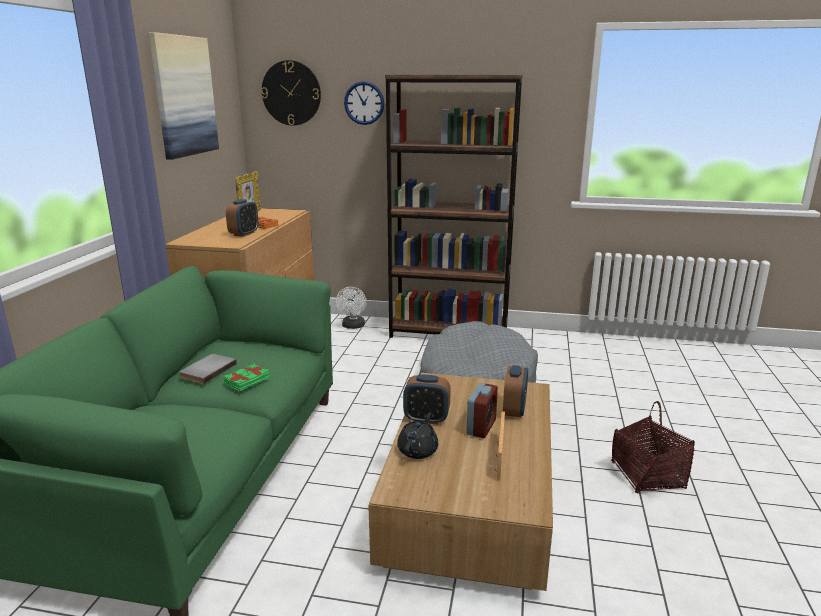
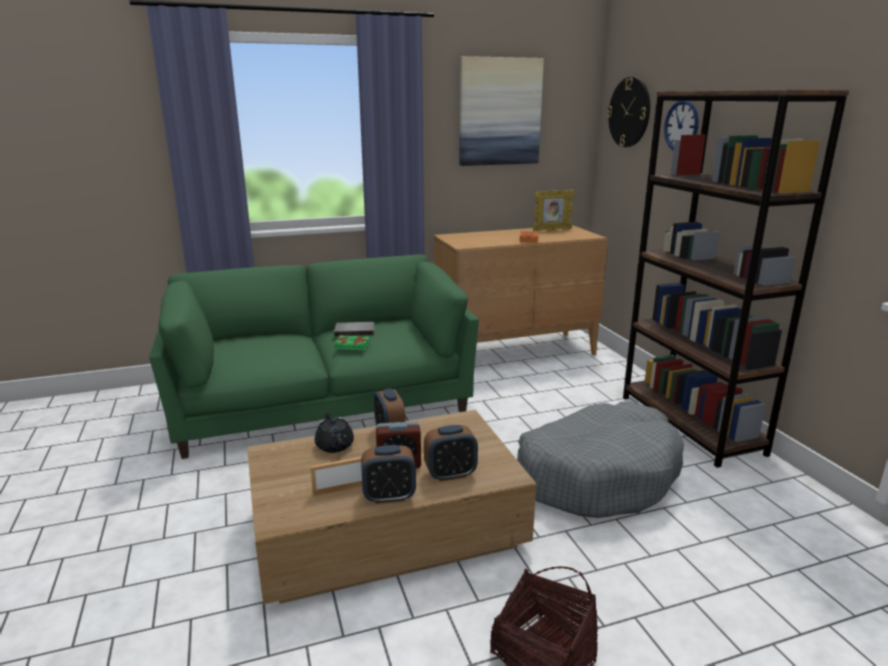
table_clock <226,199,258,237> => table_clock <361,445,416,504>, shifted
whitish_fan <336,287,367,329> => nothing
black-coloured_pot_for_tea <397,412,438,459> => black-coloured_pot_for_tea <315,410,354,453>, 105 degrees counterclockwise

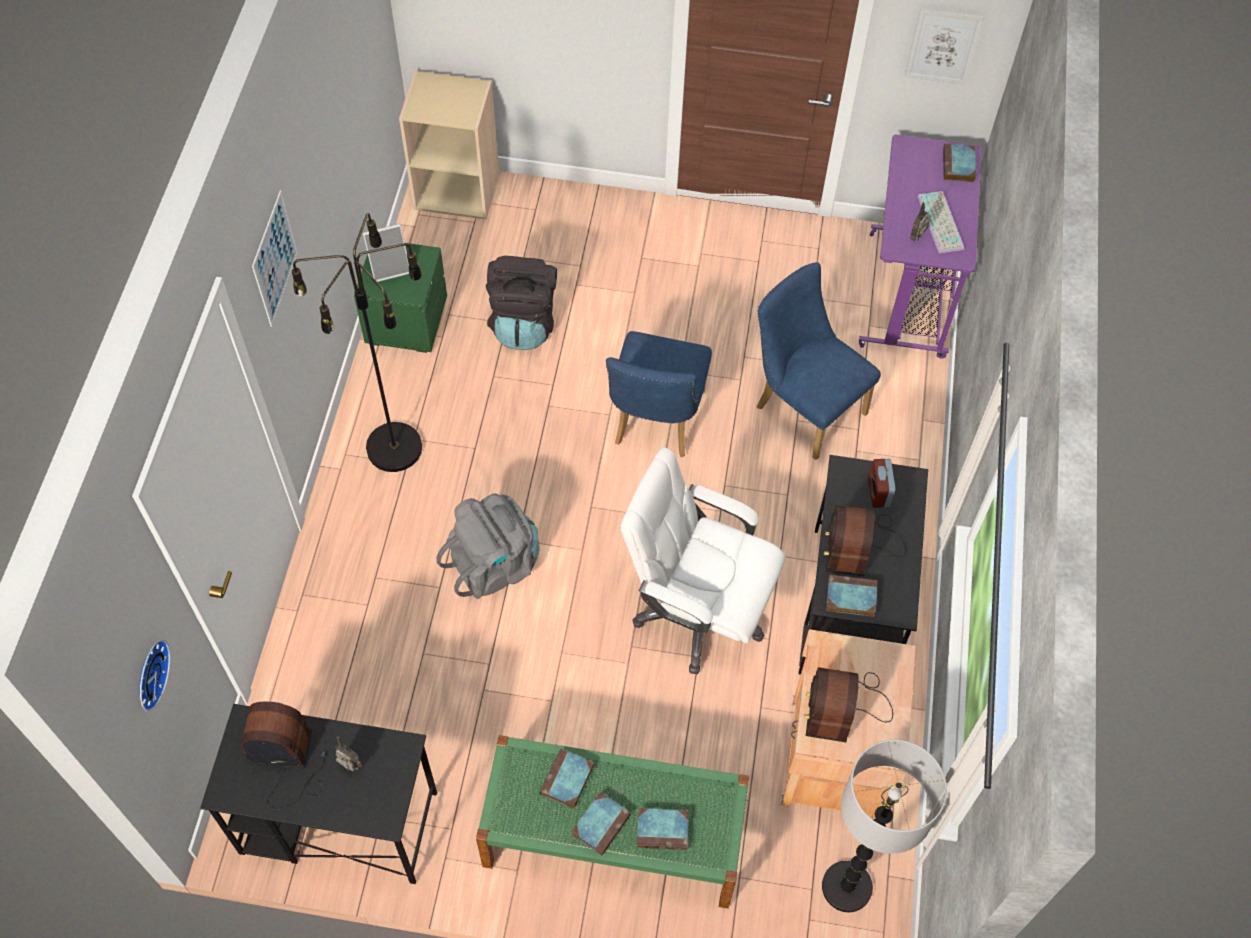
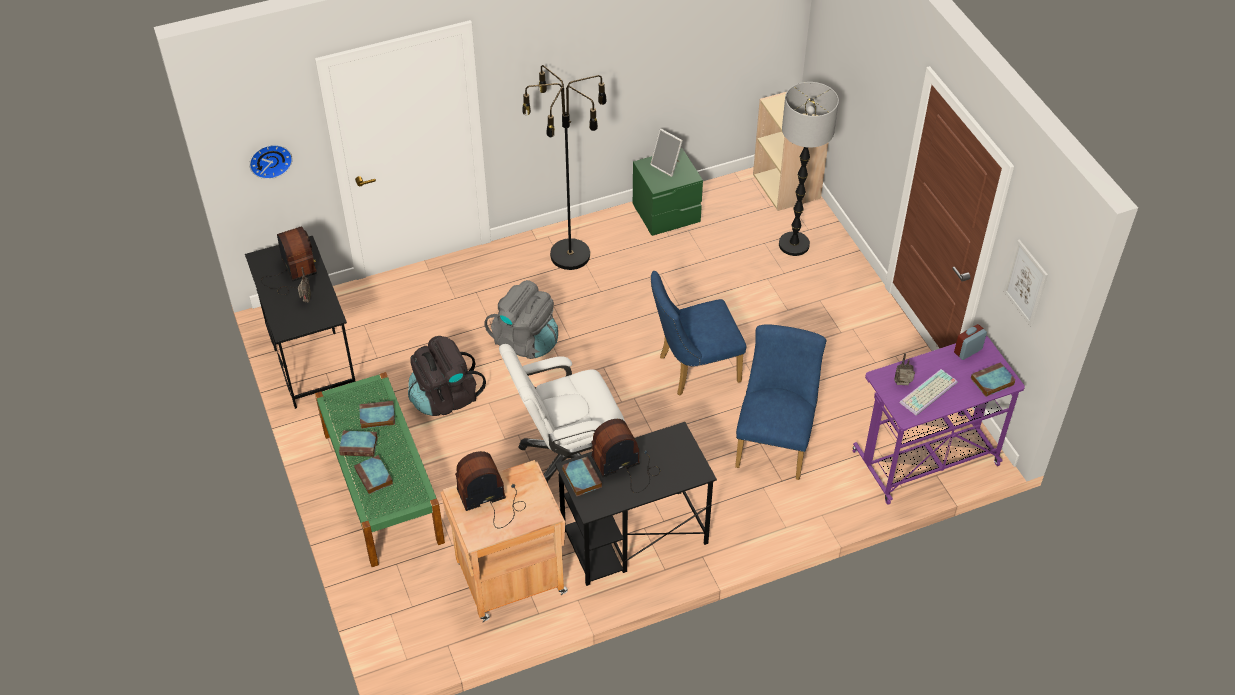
wall_art <252,190,298,327> => nothing
black-coloured_knapsack <486,256,557,350> => black-coloured_knapsack <408,336,486,416>, shifted
whitish_computer_chair <621,447,786,674> => whitish_computer_chair <499,344,625,482>, 105 degrees counterclockwise
standing_lamp <822,740,947,912> => standing_lamp <779,82,839,256>, shifted
table_clock <868,459,896,508> => table_clock <954,324,987,360>, shifted

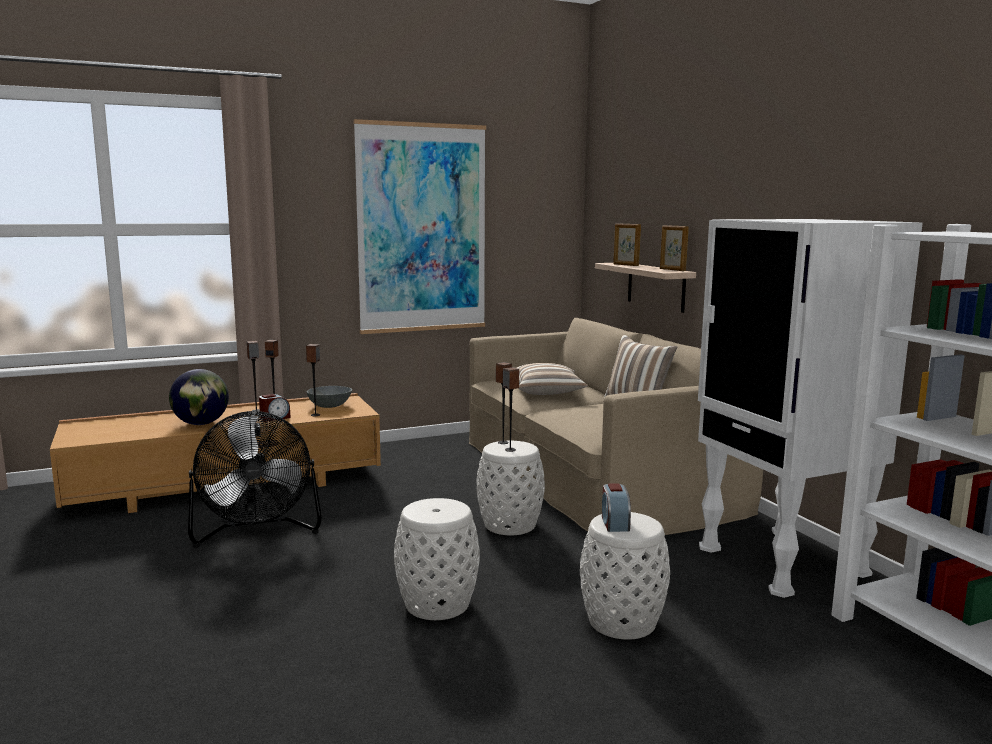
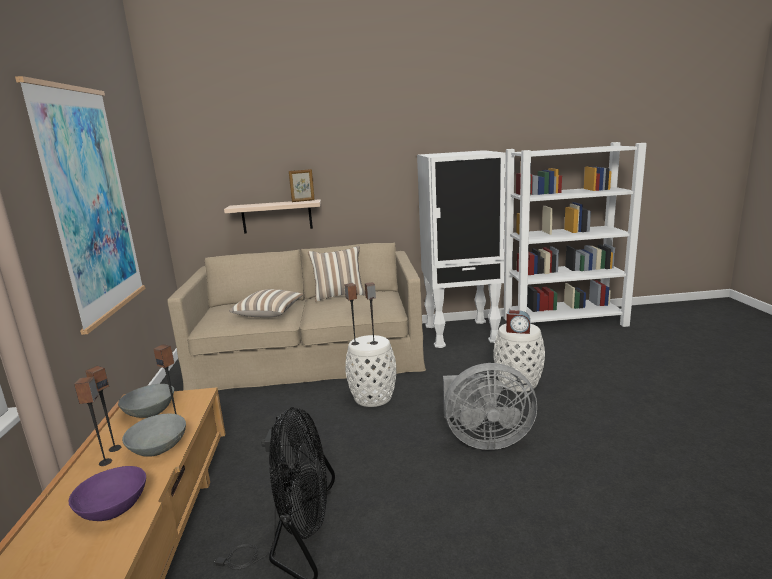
world_globe <169,369,229,425> => purple-coloured_bowl <68,466,146,521>
table_clock <259,394,291,422> => gray_bowl <122,414,186,457>
whitish_stool_seat <394,498,480,620> => gray_fan <443,363,537,450>
photo_frame <613,223,641,266> => nothing

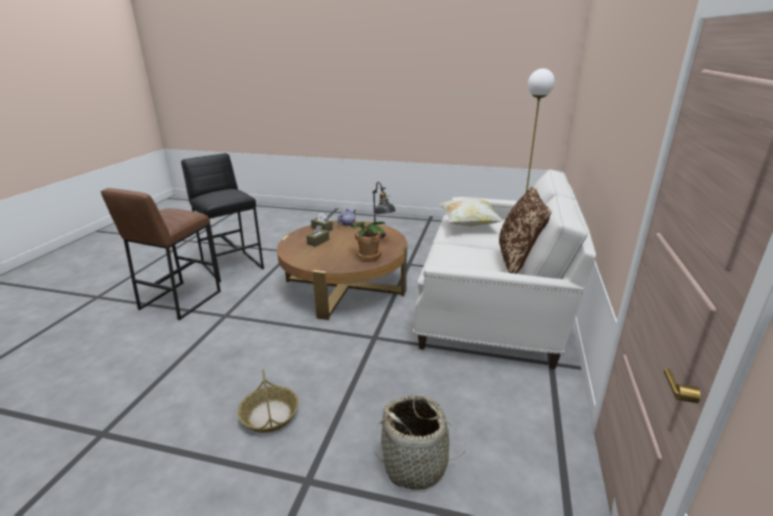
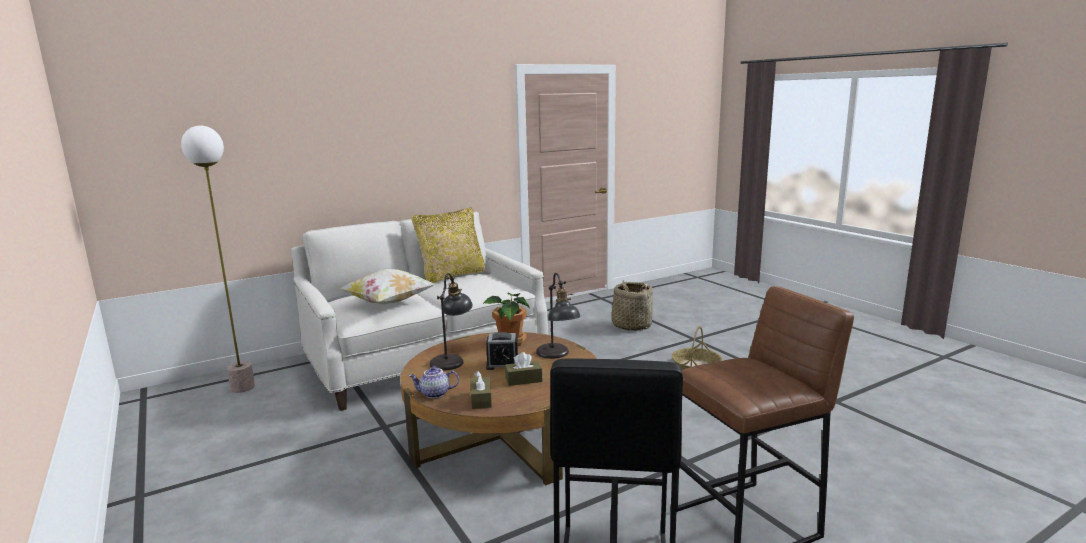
brown_cushion <499,186,551,274> => yellow-coloured_cushion <411,207,485,283>
nothing => table_clock <486,332,518,370>
nothing => gray_tabletop_lamp <536,273,581,359>

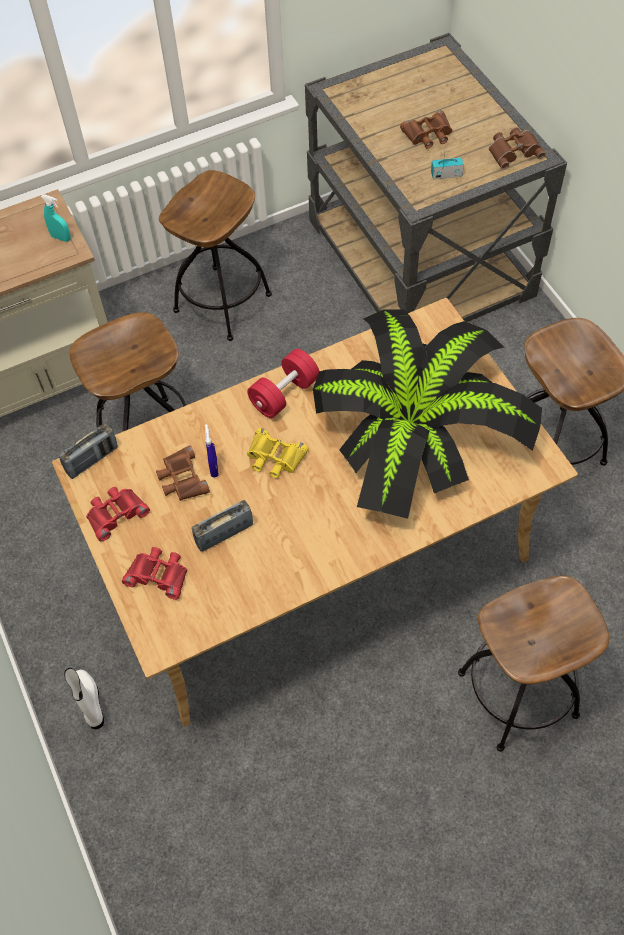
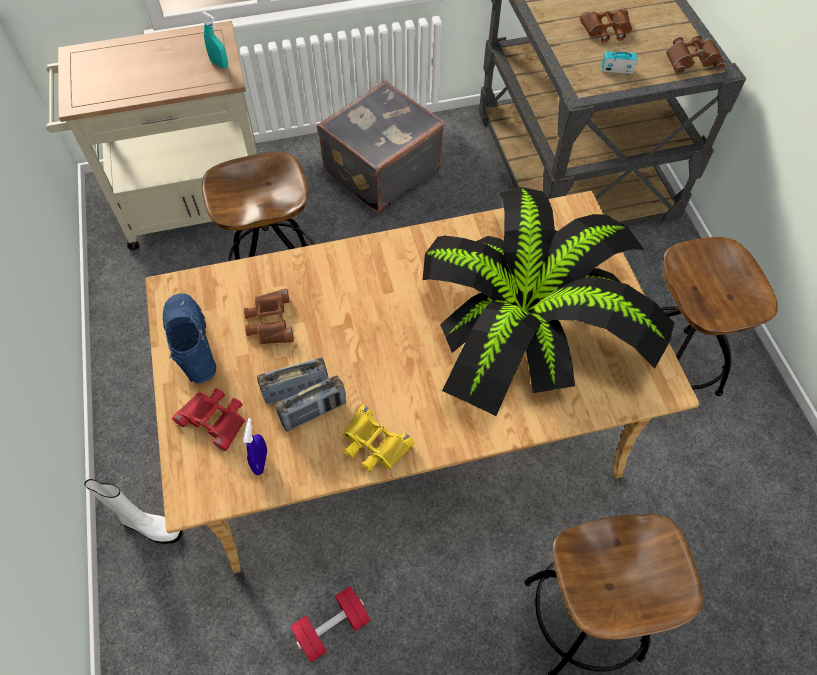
radio <59,423,118,479> => radio <276,375,346,432>, shifted
whitish_boot <64,668,104,729> => whitish_boot <84,479,183,544>, 120 degrees clockwise
red-coloured_field_glasses <86,487,150,541> => blue_boot <163,293,216,383>
brown_stool_seat <159,170,272,341> => gray_suitcase <317,81,445,214>
blue_hand_sprayer <205,424,219,478> => blue_hand_sprayer <243,418,267,475>, shifted
red-coloured_hand_weight <247,349,319,418> => red-coloured_hand_weight <291,586,371,662>, shifted
yellow-coloured_field_glasses <247,428,309,478> => yellow-coloured_field_glasses <342,405,415,472>, shifted

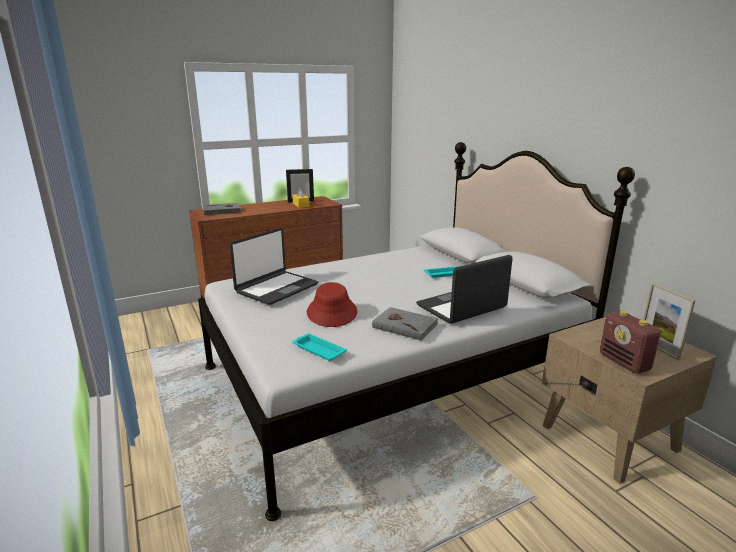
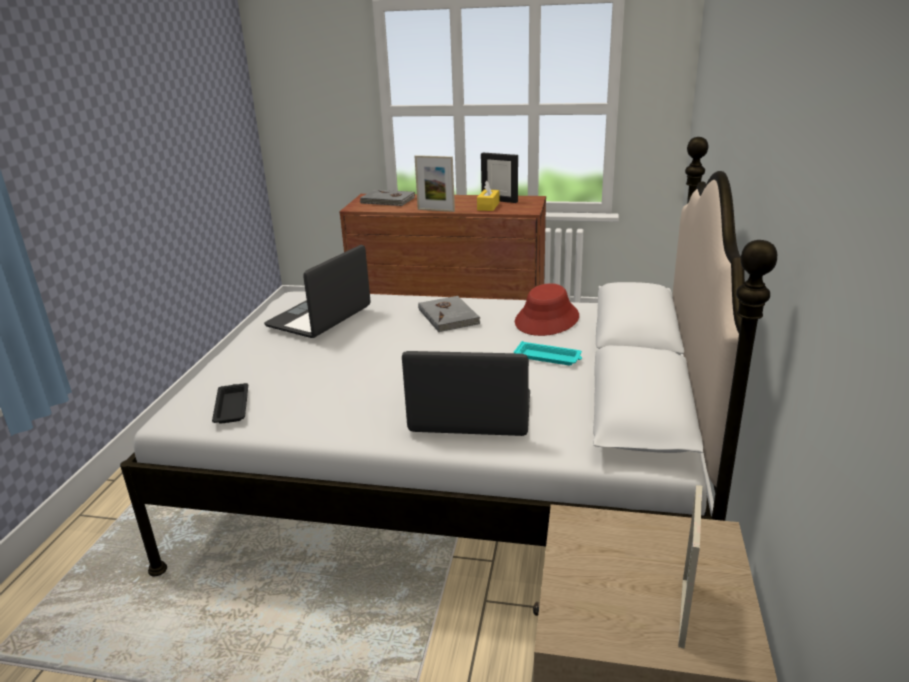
laptop <229,228,318,305> => laptop <264,245,371,338>, 135 degrees clockwise
turquoise_tray <292,334,347,361> => black-coloured_tray <212,383,248,424>
red-coloured_hat <307,282,357,327> => red-coloured_hat <515,283,579,336>, shifted
gray_bound_book <372,307,438,341> => gray_bound_book <418,296,480,332>, shifted
radio <600,311,660,374> => nothing
nothing => photo_frame <414,155,455,212>

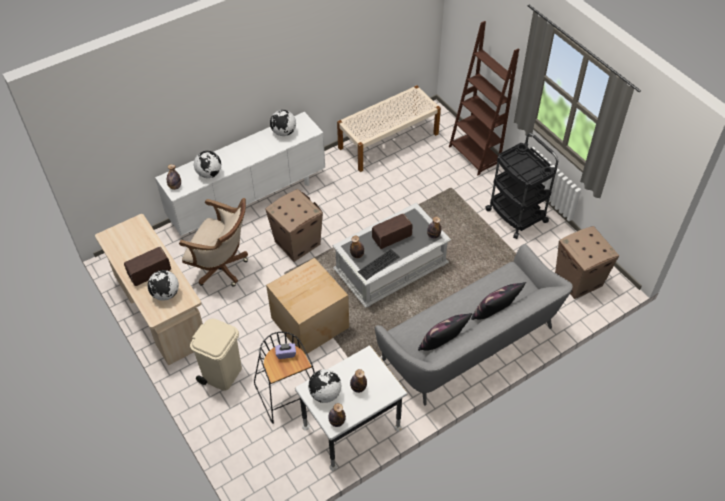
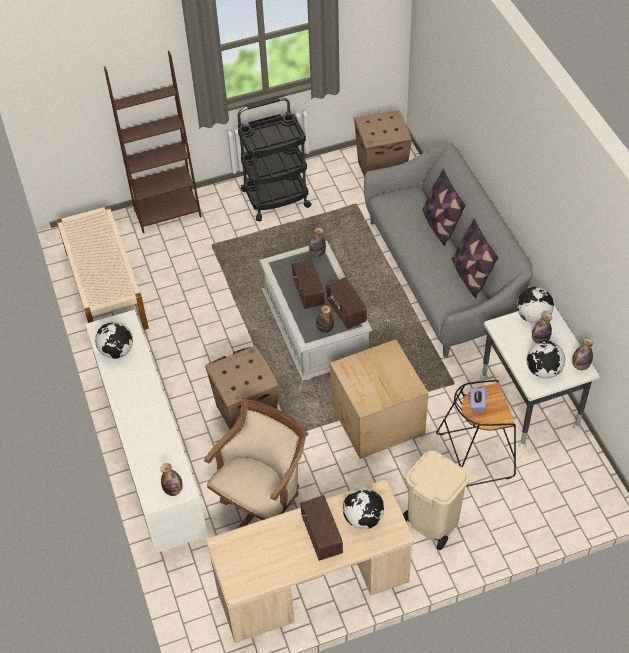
world_globe <194,151,221,178> => world_globe <517,287,554,323>, shifted
keyboard <358,249,400,280> => radio <326,277,367,329>

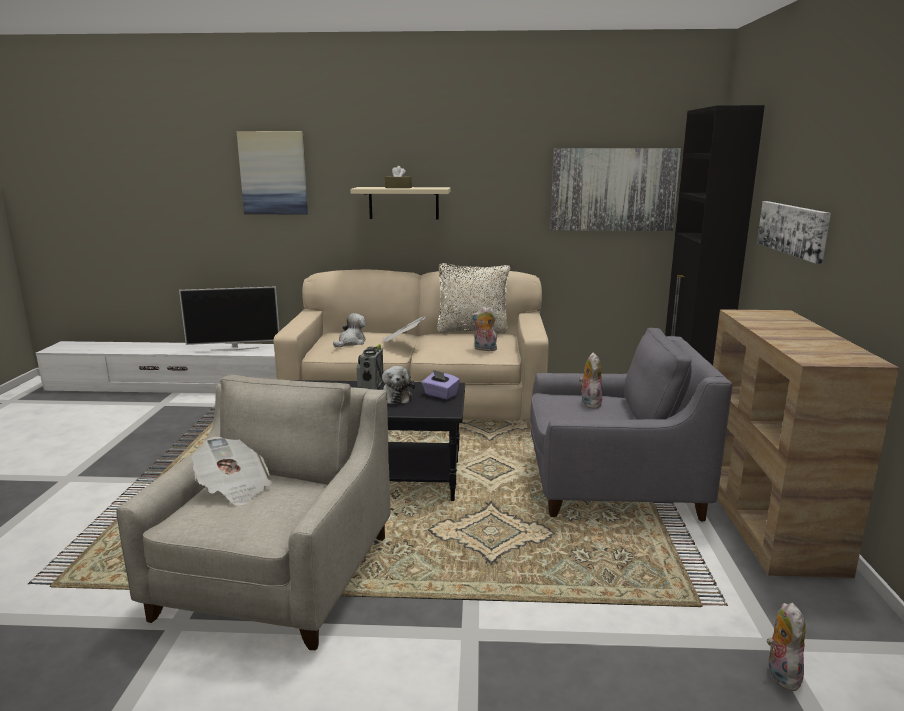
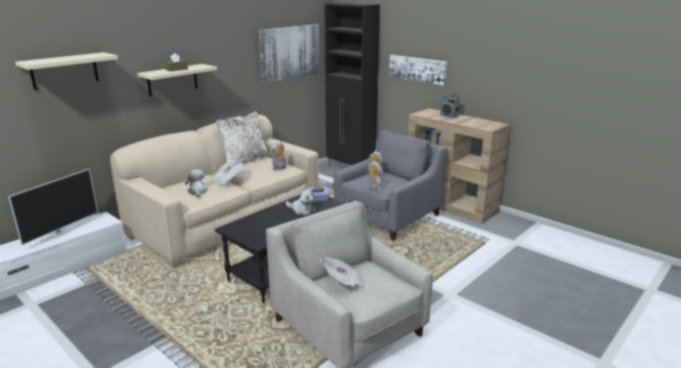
wall_art <237,131,308,214> => beige_shelf <15,52,118,90>
radio <357,344,383,390> => radio <440,92,460,118>, shifted
cuddly_toy <767,603,806,691> => cuddly_toy <368,161,382,192>, shifted

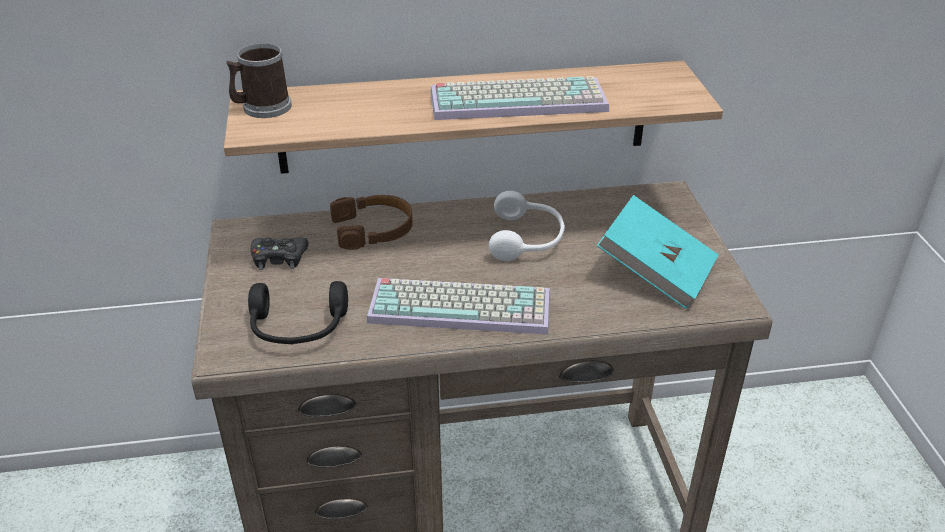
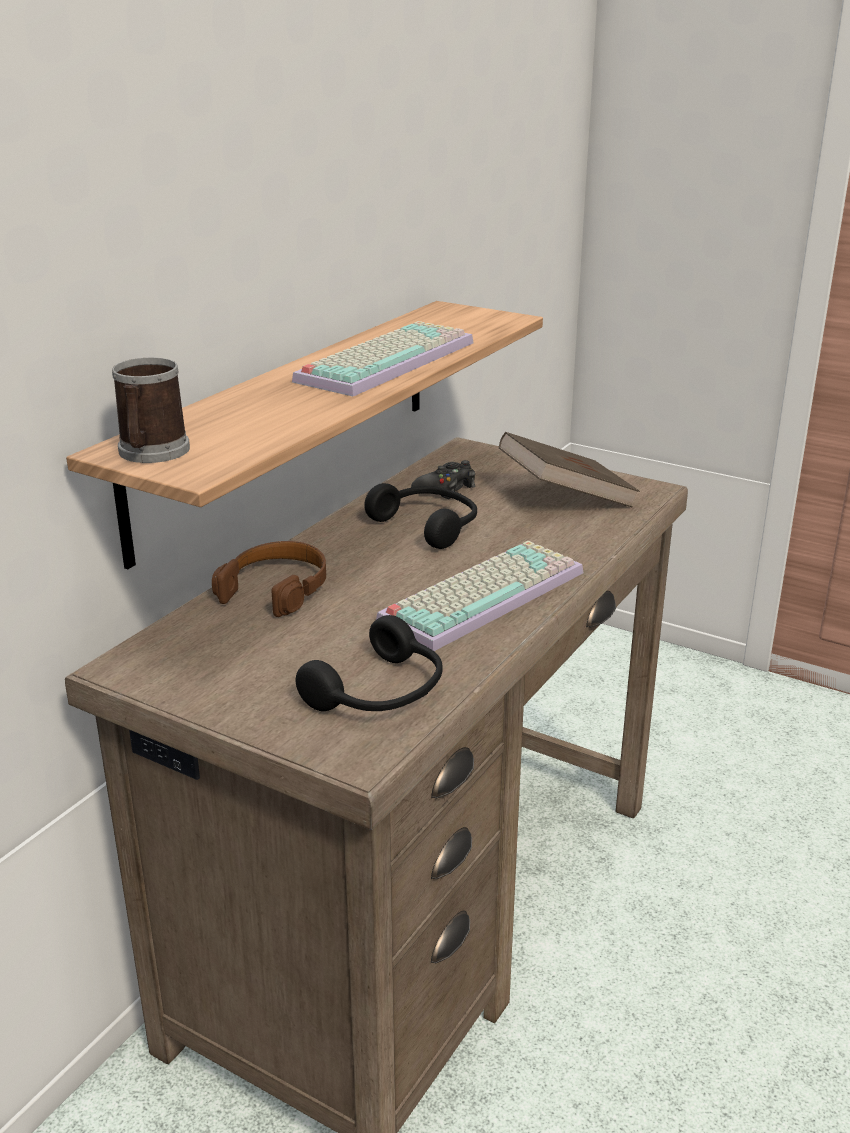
black-coloured_joypad <251,237,308,270> => black-coloured_joypad <411,460,475,499>, shifted
whitish_headset <489,191,565,261> => black-coloured_headset <364,483,477,549>
turquoise_bound_book <597,195,719,309> => brown_bound_book <499,432,640,507>

